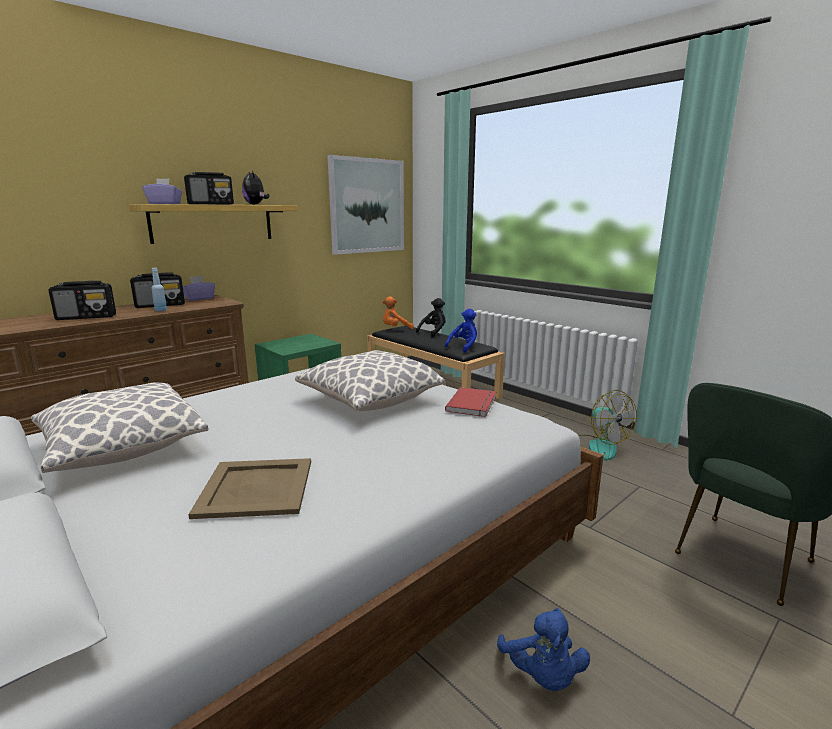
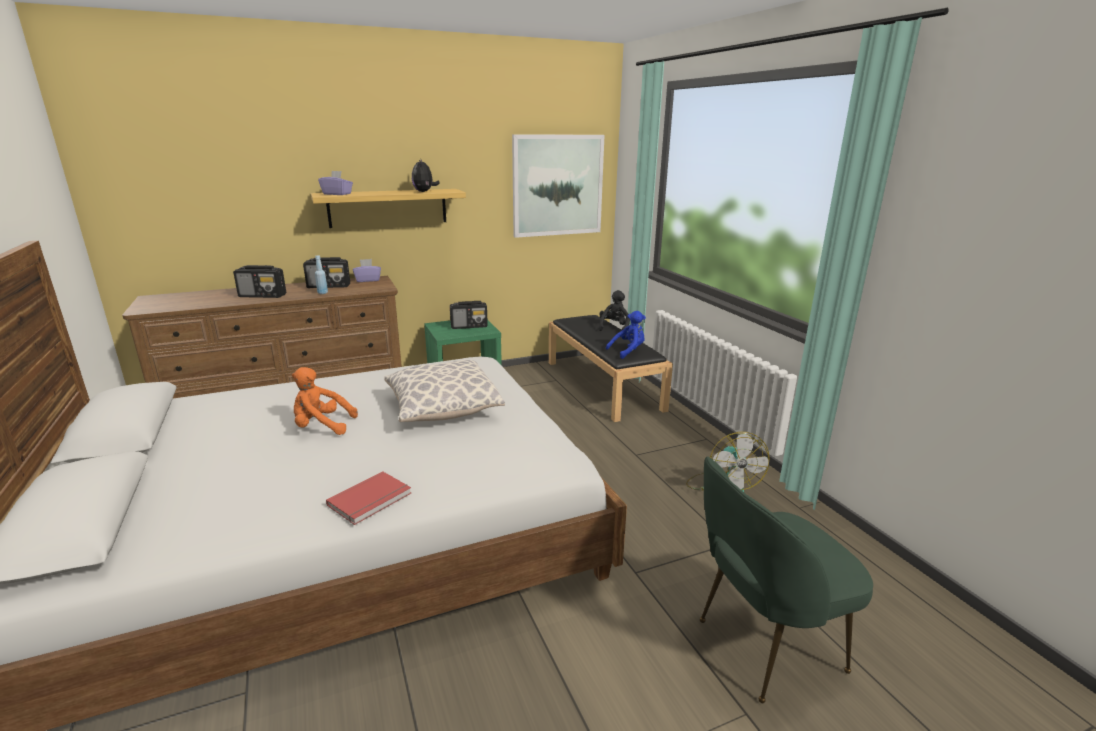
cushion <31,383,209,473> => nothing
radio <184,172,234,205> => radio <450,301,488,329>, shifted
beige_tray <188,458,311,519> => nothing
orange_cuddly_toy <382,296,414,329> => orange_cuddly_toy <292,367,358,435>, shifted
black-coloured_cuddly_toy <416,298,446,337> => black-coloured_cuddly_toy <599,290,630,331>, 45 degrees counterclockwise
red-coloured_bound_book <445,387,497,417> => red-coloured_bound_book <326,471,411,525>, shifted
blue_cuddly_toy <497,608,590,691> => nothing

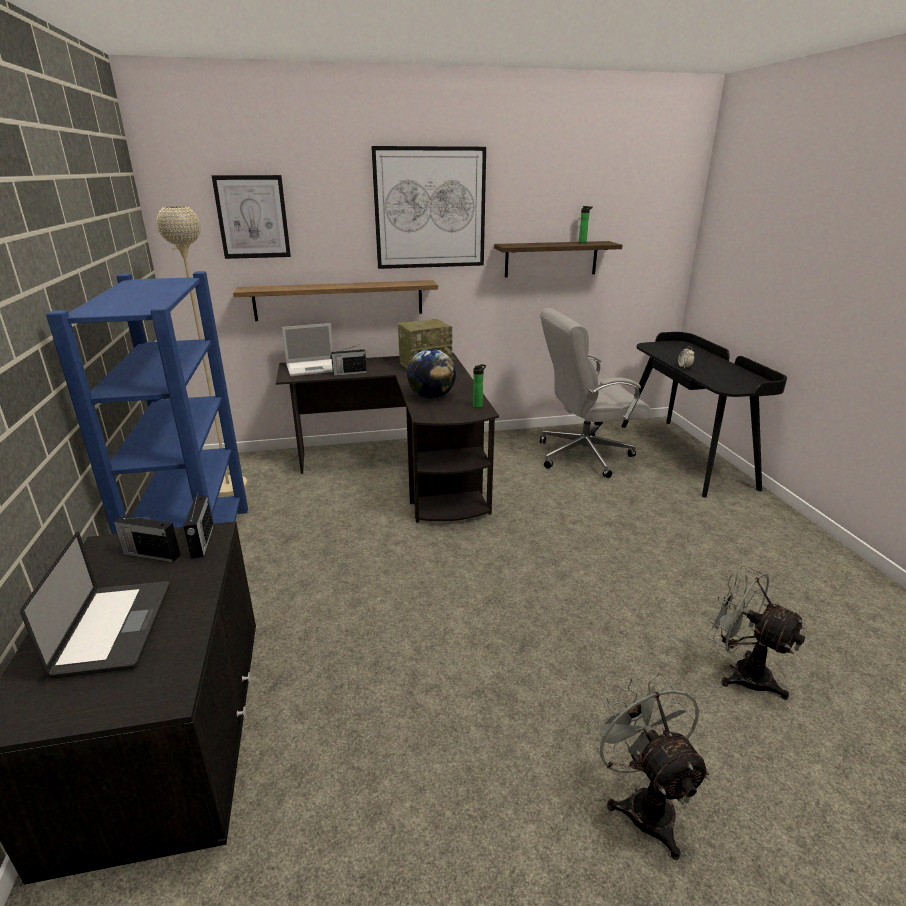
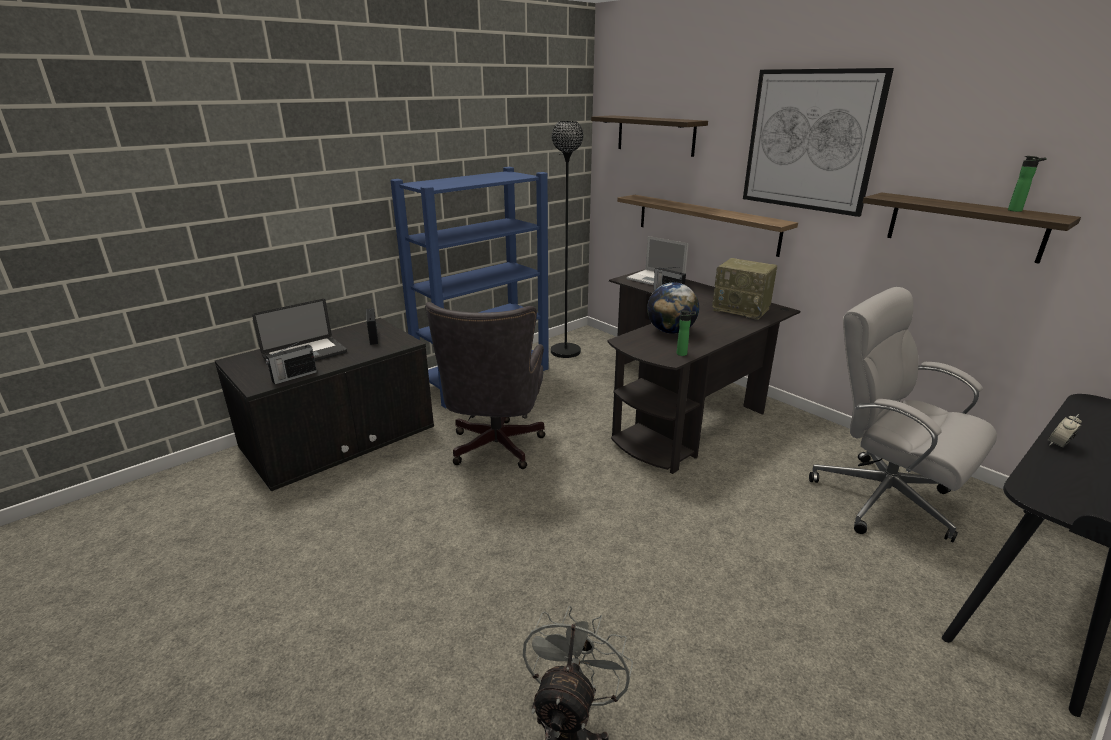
beige_standing_lamp <156,206,248,496> => black-coloured_standing_lamp <551,121,583,358>
radio <184,493,214,559> => radio <265,342,317,384>, shifted
wall_art <211,175,291,259> => shelf <591,115,708,157>
gray_fan <590,673,711,860> => nothing
nothing => gray_computer_chair <425,302,545,469>

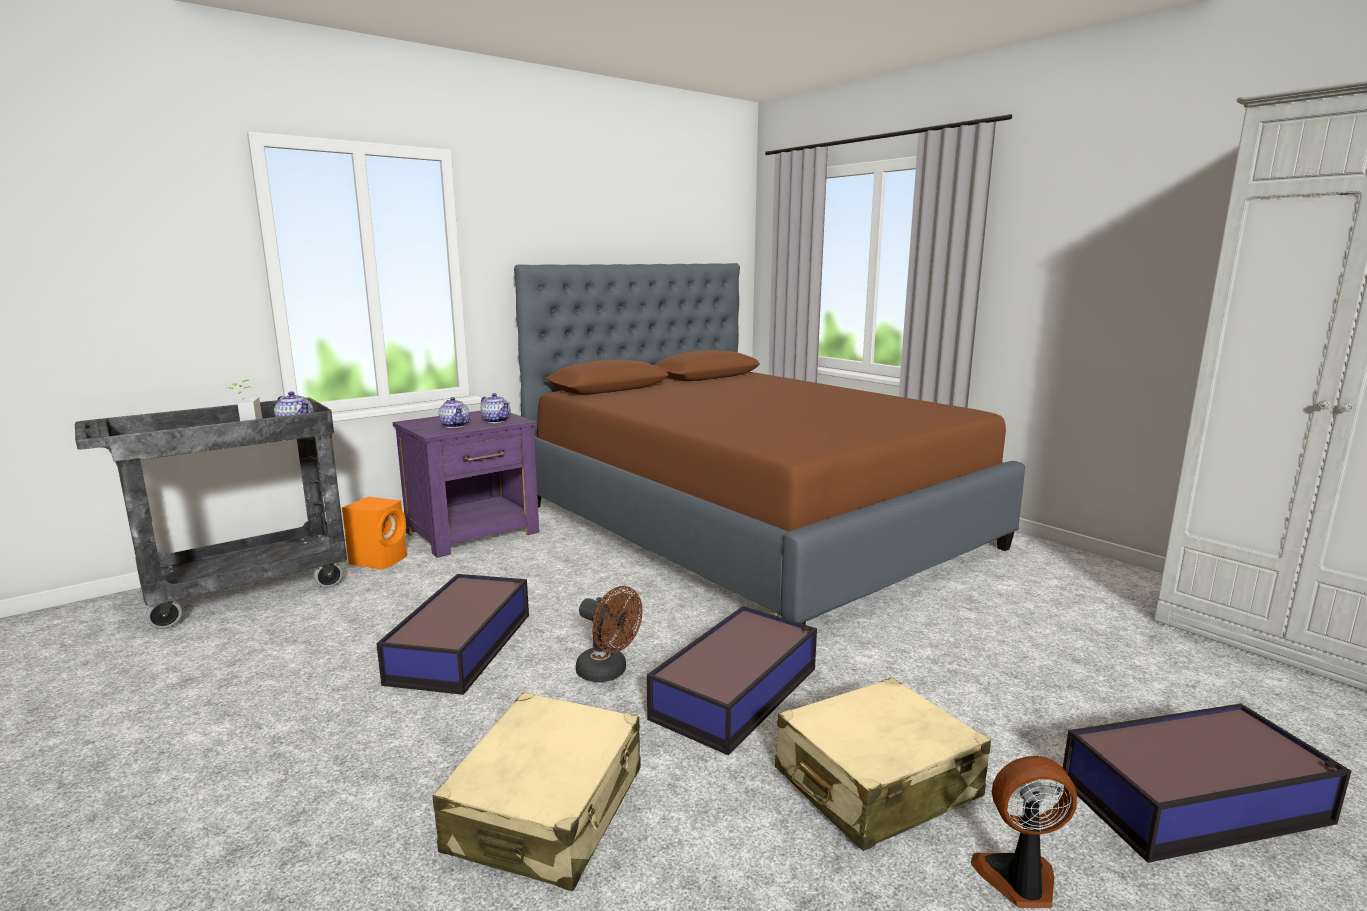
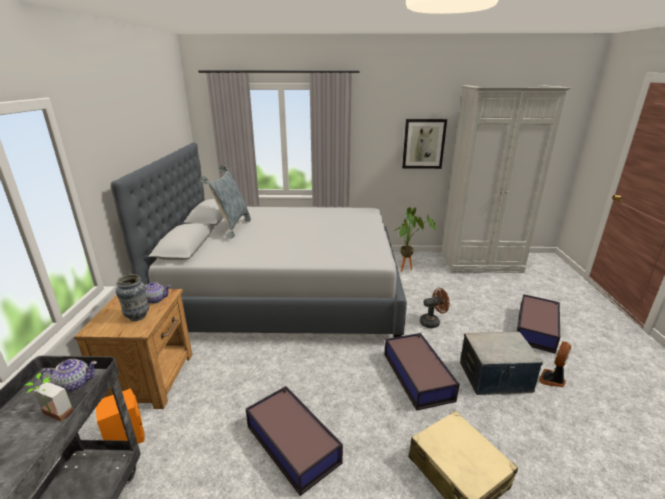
purple-coloured_night_table <393,411,539,558> => brown_night_table <74,289,192,409>
pot_for_tea <439,397,470,428> => decorative_vase <116,274,149,321>
brown_bed <514,263,1025,625> => gray_bed <111,142,407,337>
brown_fan <576,586,642,683> => brown_fan <420,288,450,328>, shifted
beige_suitcase <775,678,991,851> => storage_box <460,332,543,395>
nothing => cushion <200,164,251,239>
nothing => potted_plant <394,207,436,272>
nothing => wall_art <402,119,447,169>

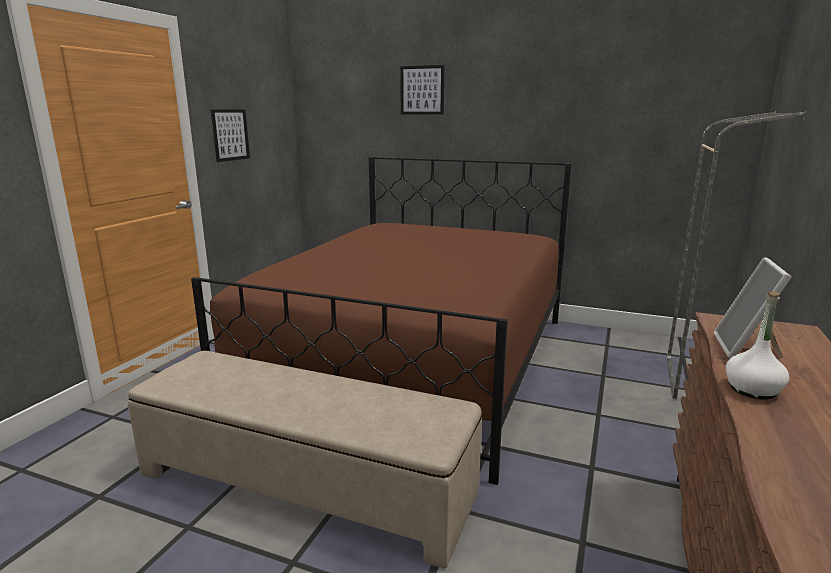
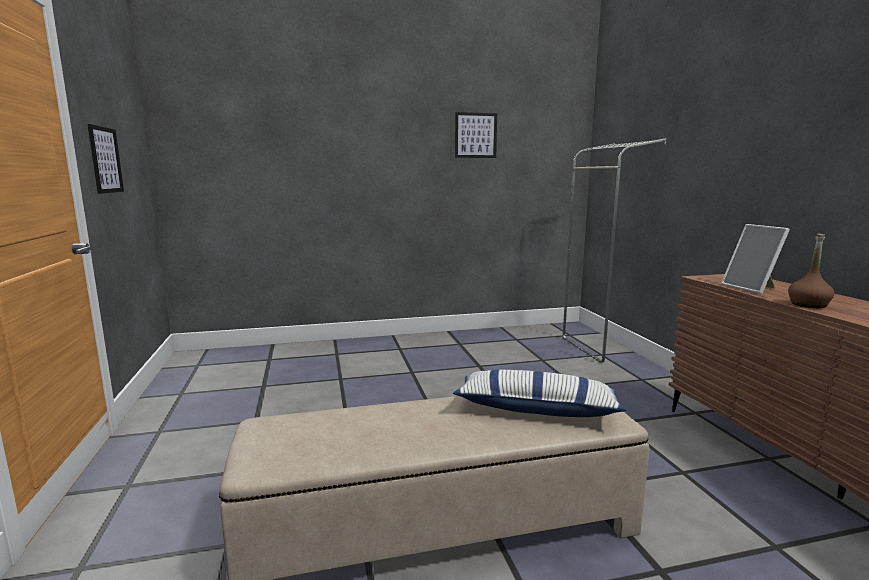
brown_bed <191,157,572,485> => nothing
wall_art <400,65,444,114> => wall_art <455,112,497,158>, shifted
whitish_beverage_bottle <726,291,789,399> => brown_beverage_bottle <788,234,834,308>
nothing => cushion <453,370,626,417>

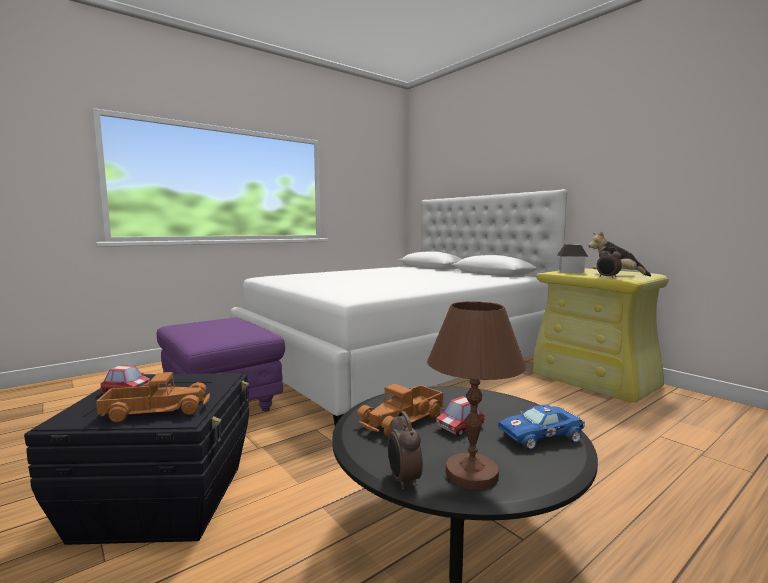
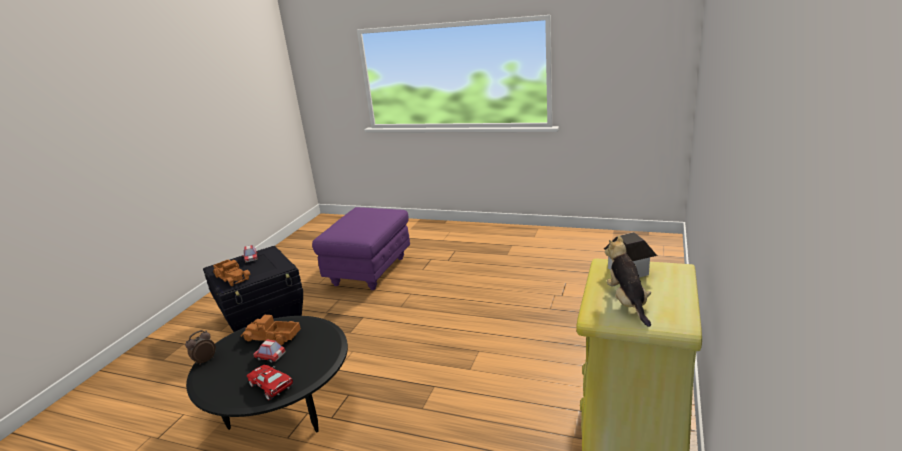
whitish_bed <230,189,567,426> => nothing
brown_tabletop_lamp <427,301,526,490> => nothing
blue_model_car <498,404,585,450> => red-coloured_model_car <247,365,293,400>
table_clock <596,247,622,278> => nothing

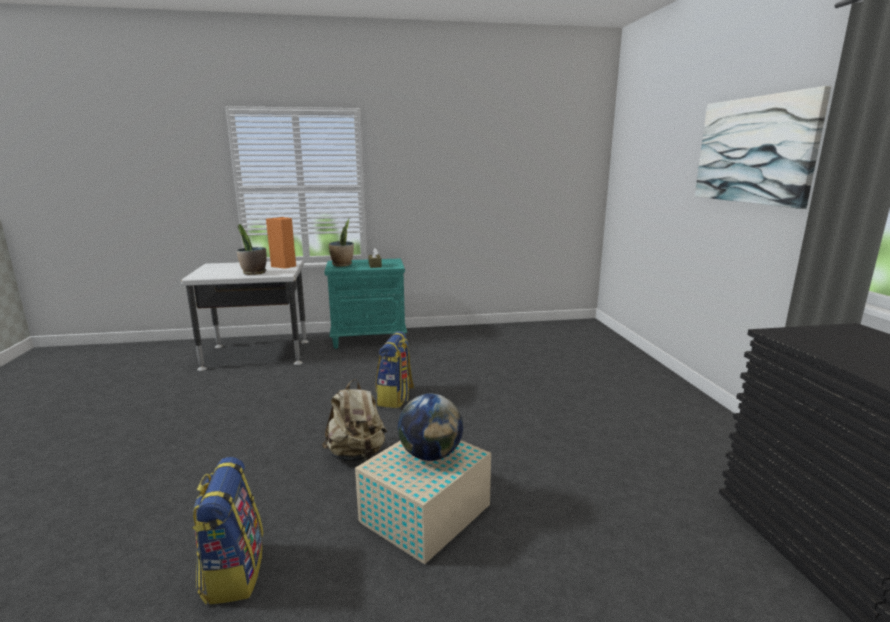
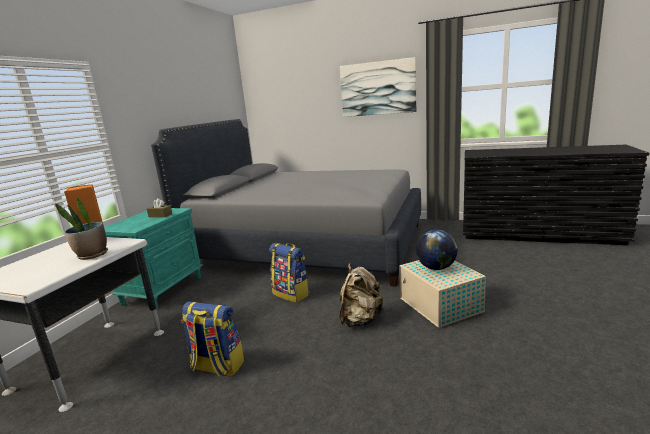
knapsack <192,457,263,604> => knapsack <182,302,244,377>, shifted
potted_plant <329,219,354,267> => nothing
nothing => gray_bed <151,119,421,287>

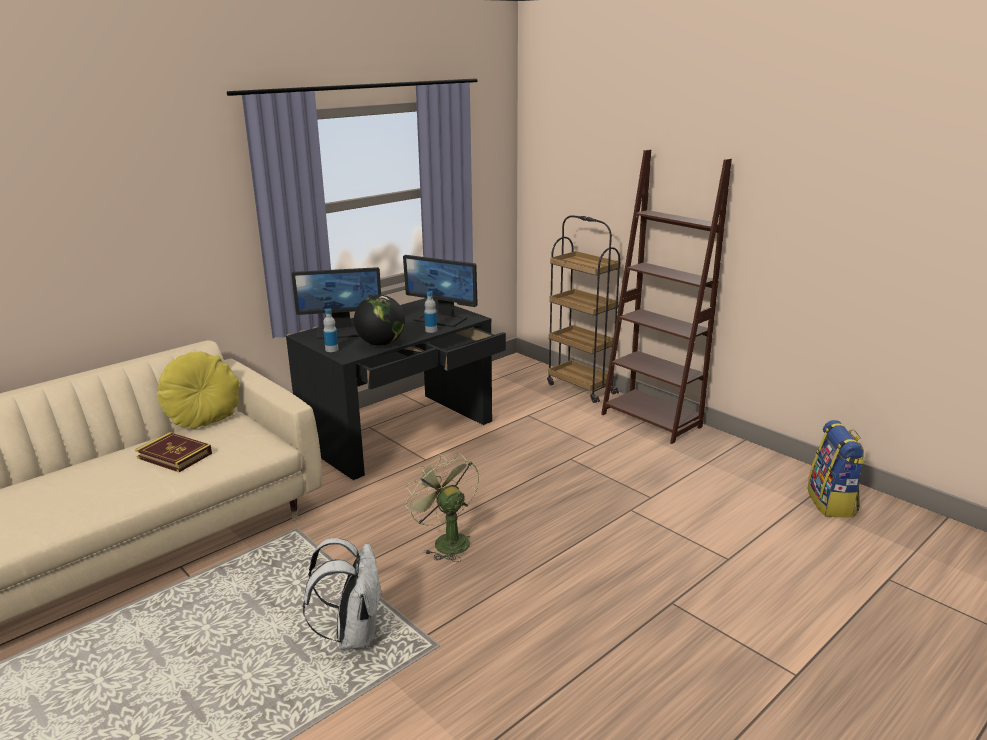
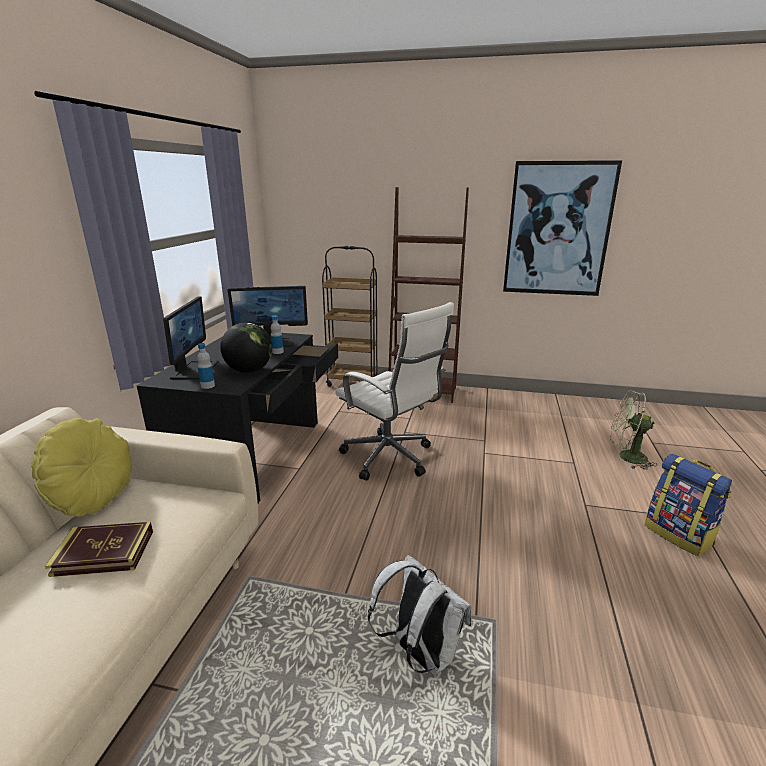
computer_screen <292,267,381,339> => computer_screen <163,296,219,380>, 45 degrees counterclockwise
green-coloured_fan <405,453,479,562> => green-coloured_fan <610,390,657,470>, shifted
knapsack <807,420,865,517> => knapsack <645,454,732,556>, shifted
nothing => whitish_computer_chair <335,302,454,481>
nothing => wall_art <503,160,622,296>

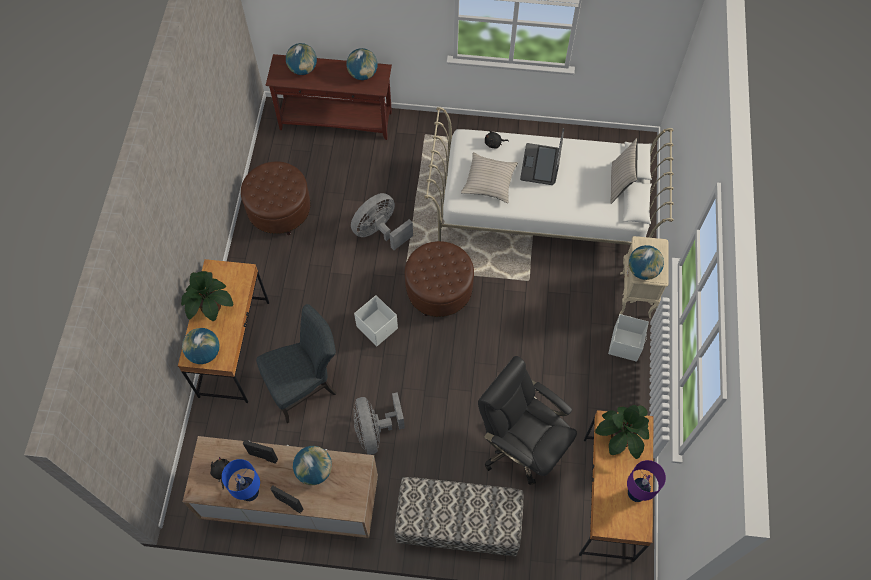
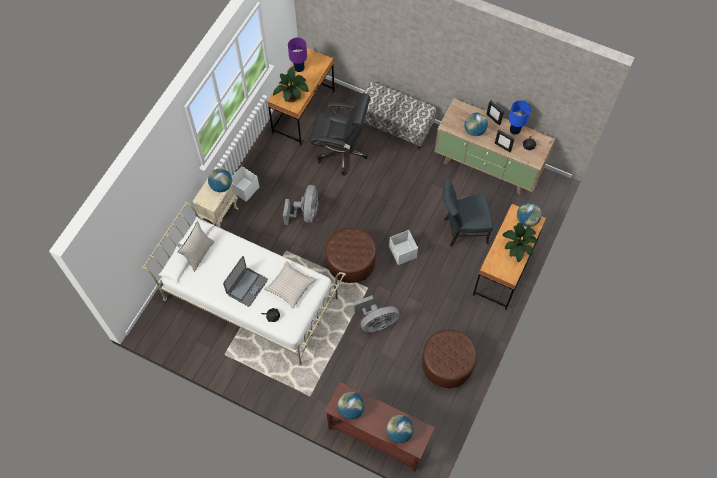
gray_fan <353,392,405,455> => gray_fan <283,185,318,225>, shifted
black-coloured_computer_chair <478,356,577,485> => black-coloured_computer_chair <310,93,370,175>, 45 degrees counterclockwise

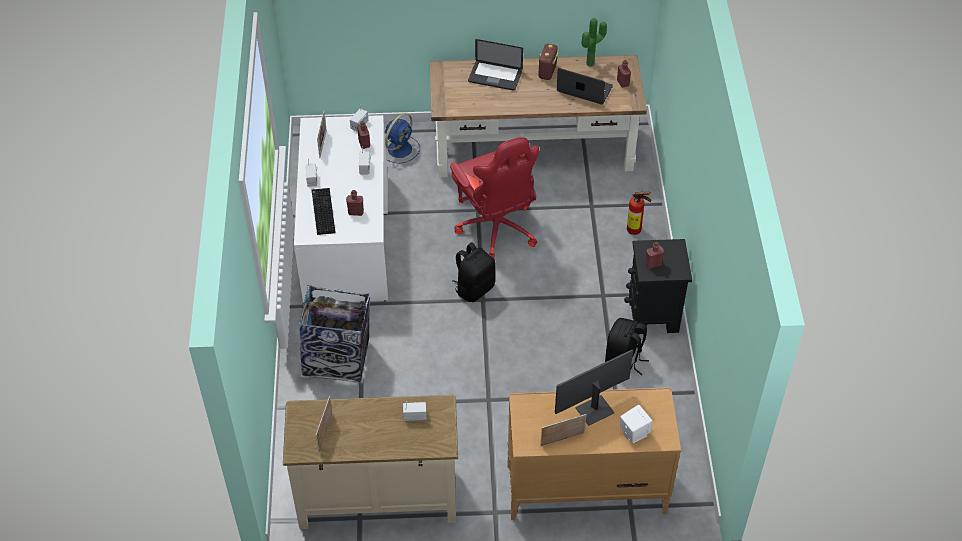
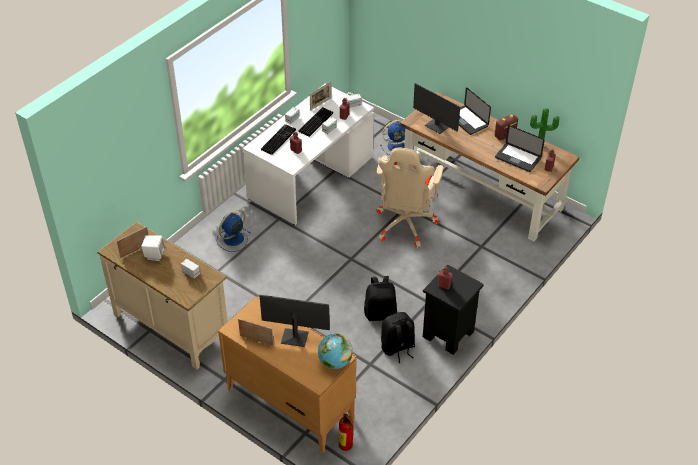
waste_bin <299,285,371,383> => blue_fan <217,209,250,252>
red-coloured_computer_chair <450,137,539,259> => beige_computer_chair <376,147,443,248>
black-coloured_knapsack <453,242,495,302> => black-coloured_knapsack <364,276,397,321>, shifted
laptop <557,68,613,104> => laptop <495,125,545,172>, 150 degrees clockwise
whitish_speaker <620,405,652,443> => whitish_speaker <141,235,165,261>, shifted
extinguisher <627,190,652,235> => extinguisher <339,414,354,451>, shifted
nothing => keyboard <298,107,333,137>
nothing => world_globe <318,334,353,369>
nothing => computer_screen <413,83,460,134>

